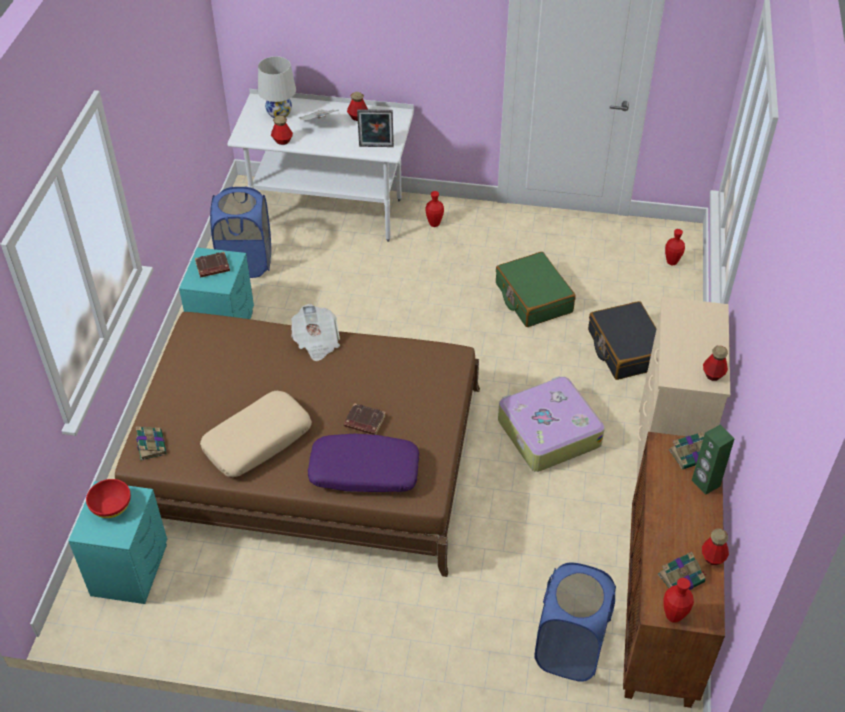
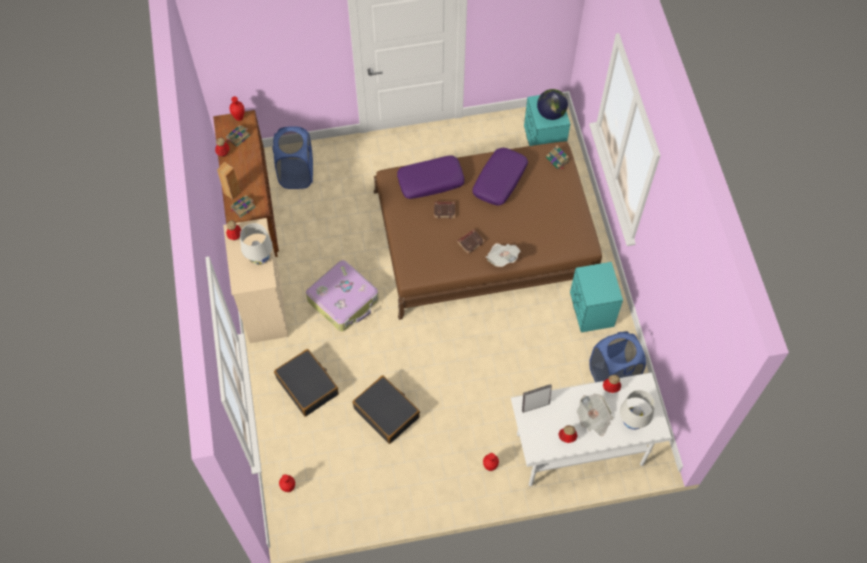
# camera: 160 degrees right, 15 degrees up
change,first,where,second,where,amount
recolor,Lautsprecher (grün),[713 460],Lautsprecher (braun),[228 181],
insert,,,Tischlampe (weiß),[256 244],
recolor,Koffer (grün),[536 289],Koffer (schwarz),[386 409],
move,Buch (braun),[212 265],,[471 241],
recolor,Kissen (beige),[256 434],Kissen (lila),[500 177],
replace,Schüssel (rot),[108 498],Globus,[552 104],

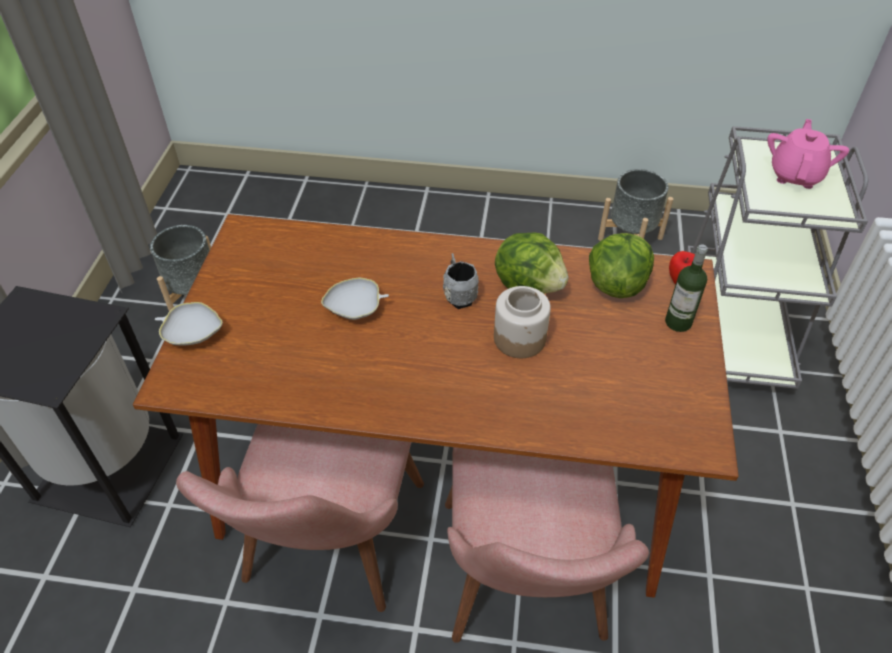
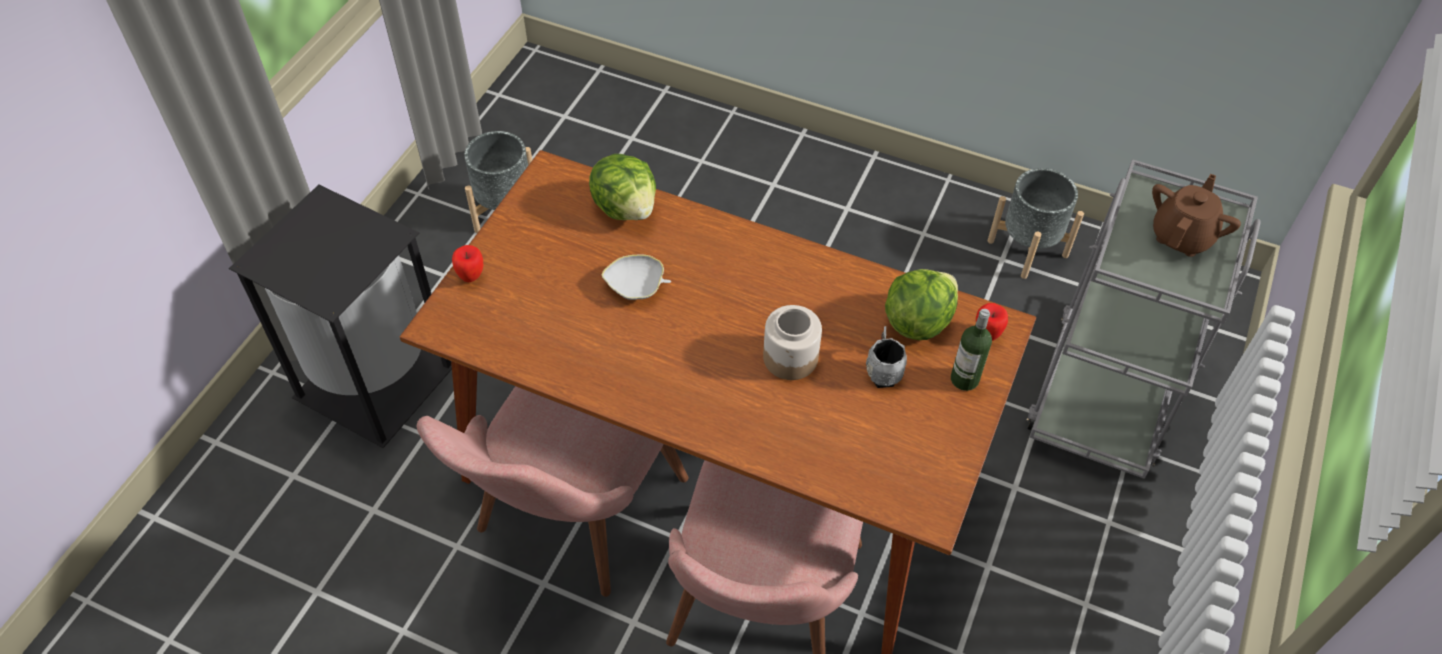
# camera: 15 degrees right, 5 degrees up
change,first,where,second,where,amount
replace,Schüssel (weiß),[189 324],Apfel,[467 263],
move,Salatkopf,[532 263],,[622 187],
move,Henkelbecher (grau),[461 281],,[886 357],
recolor,Teekanne (rosa),[808 154],Teekanne (braun),[1196 215],

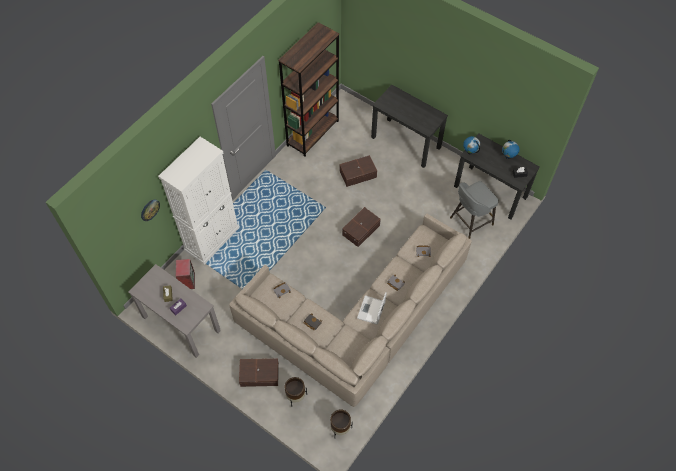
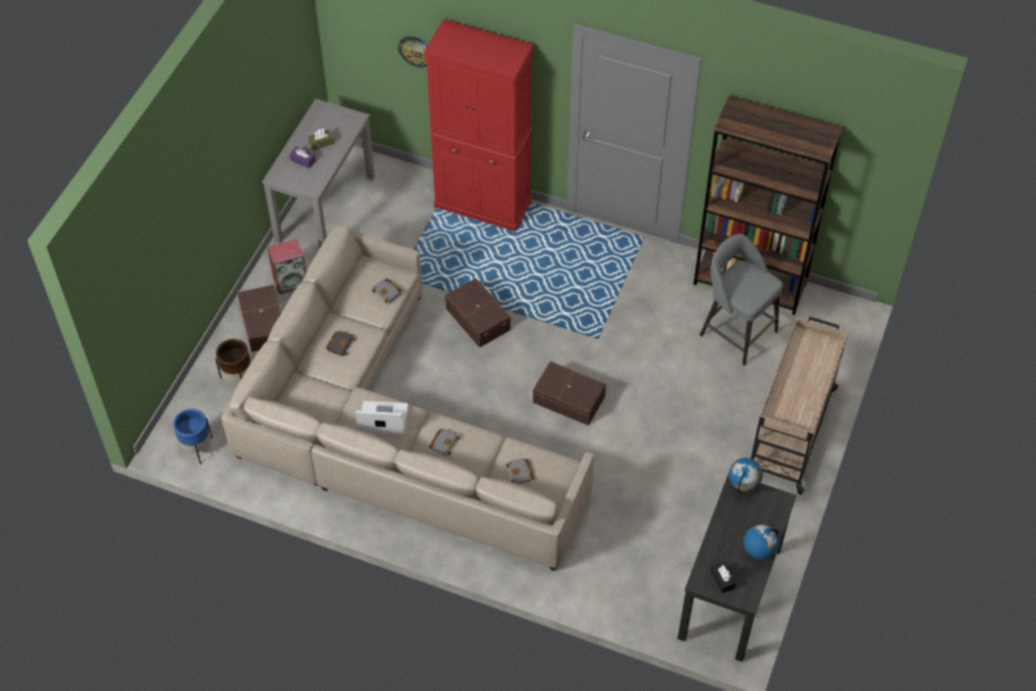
# camera: 75 degrees right, 5 degrees down
change,first,where,second,where,amount
recolor,Pflanzkübel (braun),[341 423],Pflanzkübel (blau),[192 436],
move,Lautsprecher,[185 274],,[287 267],
recolor,Schrank (weiß),[198 201],Schrank (rot),[479 125],
move,Aufbewahrungsbox (braun),[358 171],,[477 313],
move,Hocker (grau),[474 210],,[741 299],
replace,Schreibtisch (schwarz),[409 126],Rollwagen (beige),[799 406],

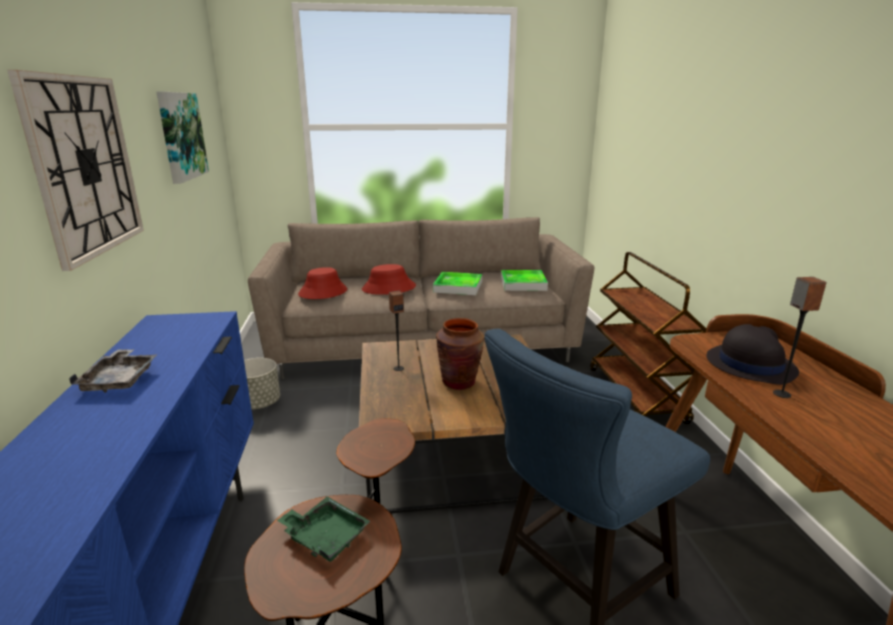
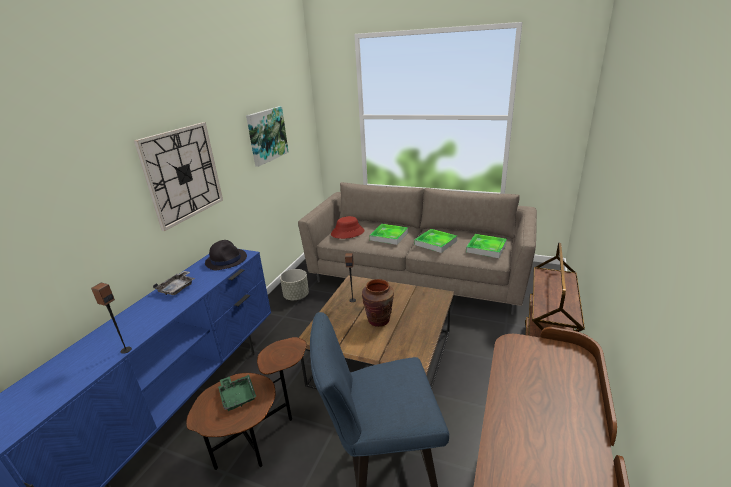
# camera: 30 degrees right, 5 degrees up
change,first,where,second,where,amount
move,Lautsprecher,[800 337],,[111 318],
move,Hut (schwarz),[752 354],,[226 255],
replace,Hut (rot),[389 279],Tablett,[389 234],

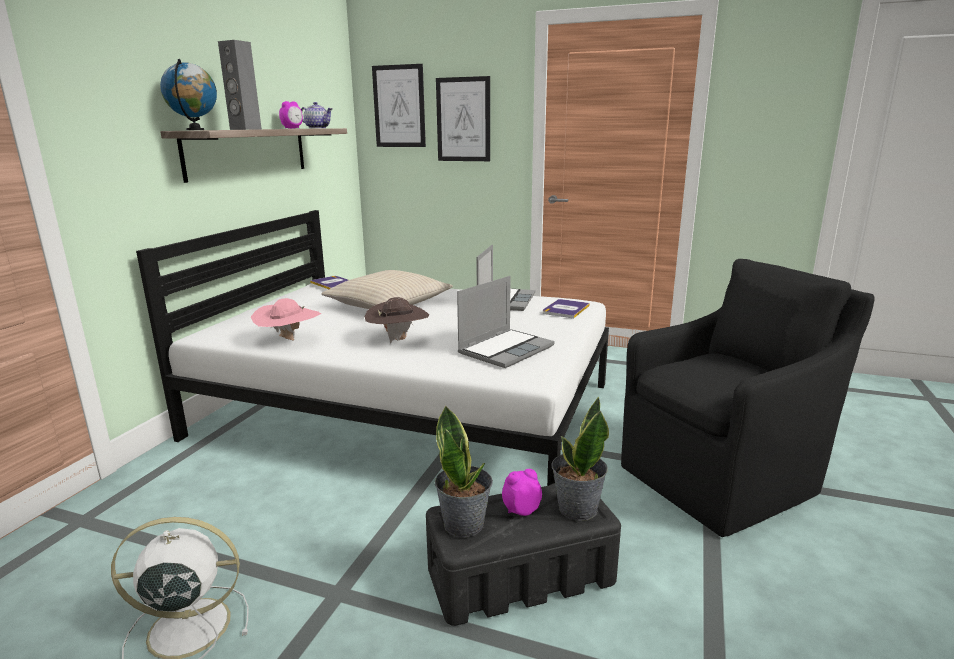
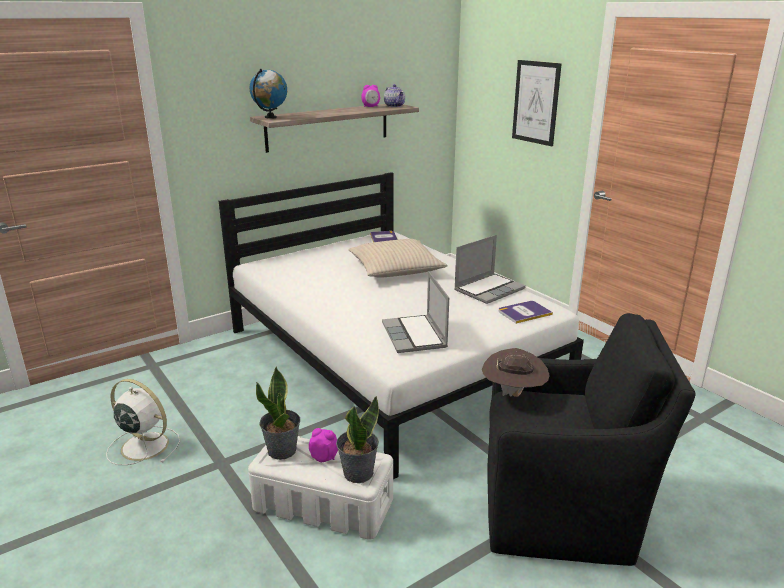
# camera: 35 degrees right, 5 degrees up
change,first,where,second,where,amount
recolor,Aufbewahrungsbox (schwarz),[523 554],Aufbewahrungsbox (weiß),[320 488],
rotate,Laptop,[506 322],,[415 312],90 degrees clockwise
move,Hut (braun),[397 320],,[516 372],
delete,Lautsprecher (grau),[240 85],,,
delete,Hut (rosa),[286 319],,,
delete,Bild,[399 105],,,

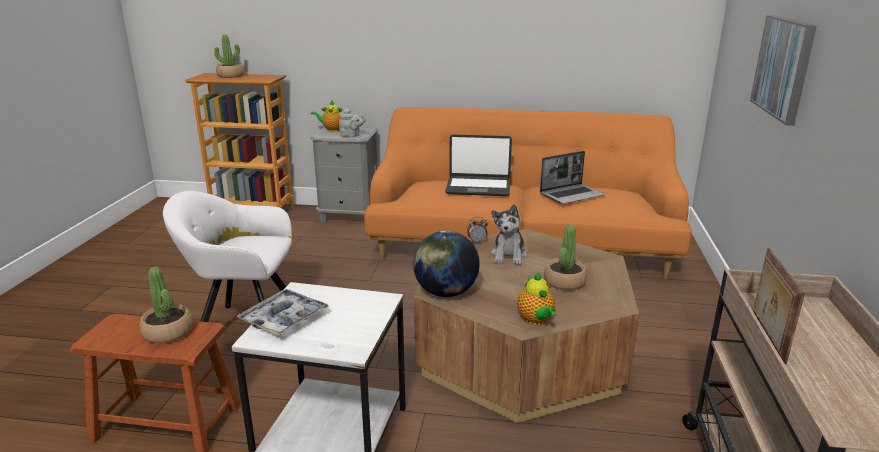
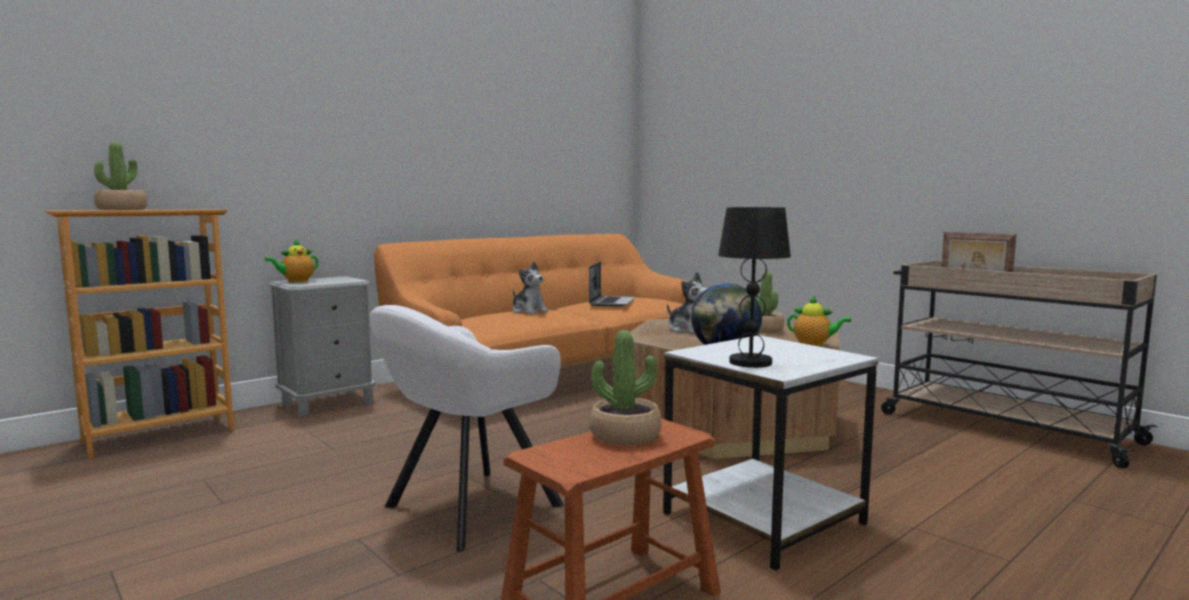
# camera: 50 degrees left, 15 degrees down
change,first,where,second,where,amount
replace,Laptop,[478 165],Plüschtier,[531 288],
replace,Tablett,[283 312],Tischlampe (schwarz),[754 287],
delete,Teekanne (grau),[352 123],,,
delete,Wecker,[477 230],,,
delete,Bild,[783 70],,,

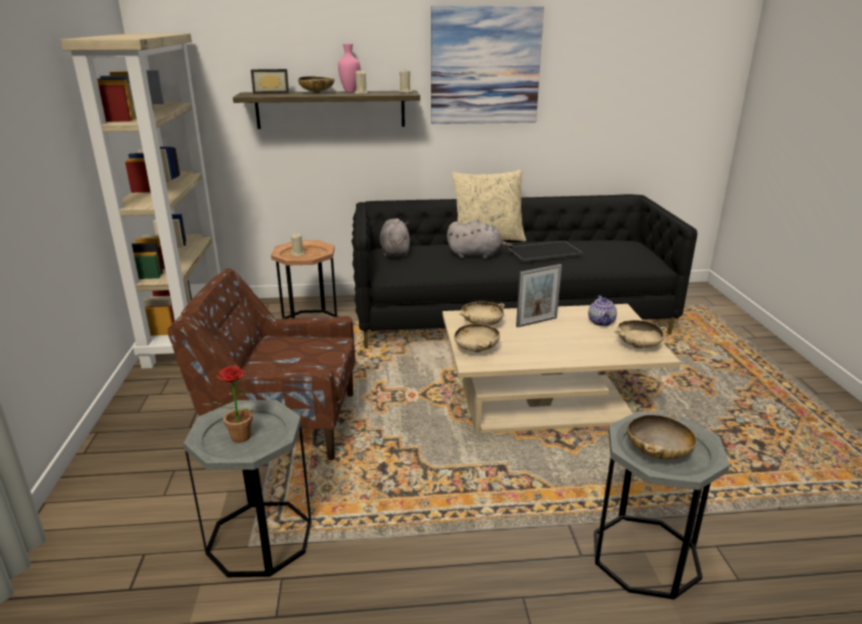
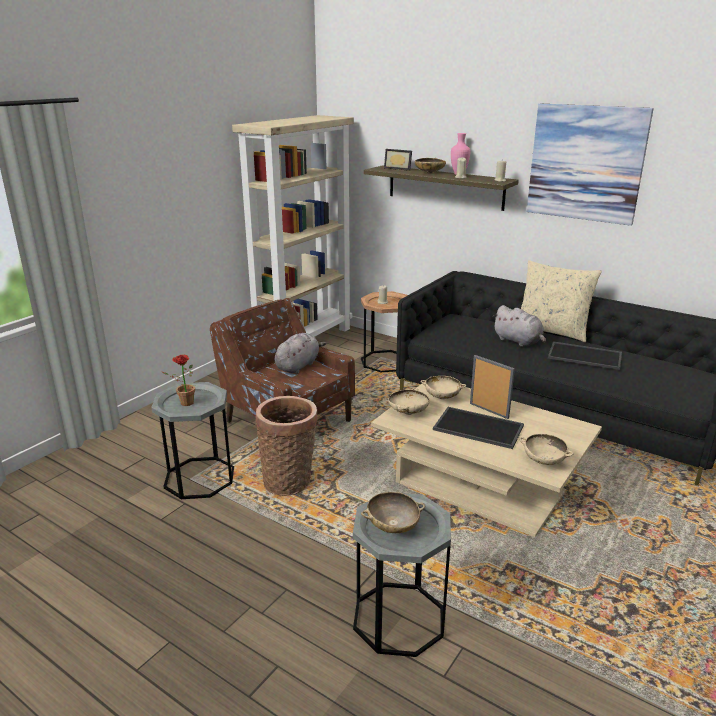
# camera: 40 degrees right, 0 degrees up
change,first,where,second,where,amount
insert,,,Korb,[286 446],
move,Plüschtier (grau),[395 237],,[301 353],
insert,,,Tablett,[478 428],
rotate,Bilderrahmen,[539 296],,[492 387],150 degrees counterclockwise
delete,Teekanne,[602 310],,,

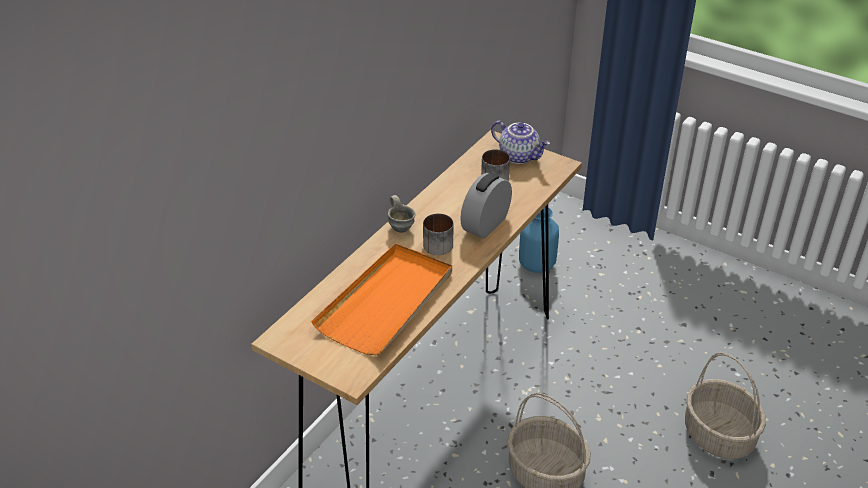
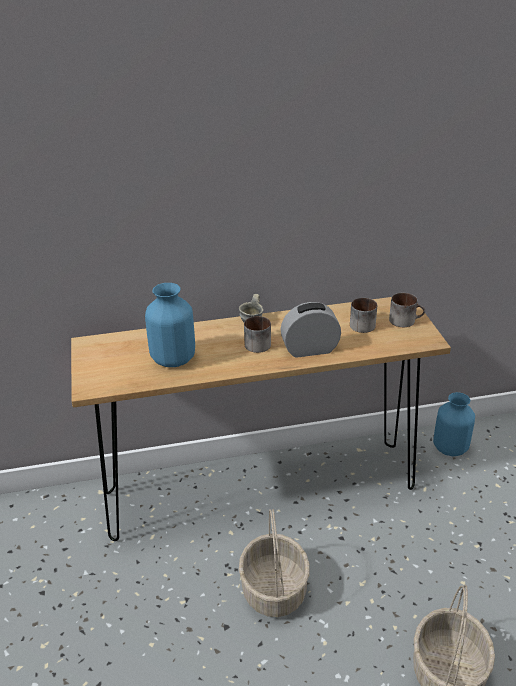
# camera: 45 degrees right, 5 degrees down
change,first,where,second,where,amount
replace,Tablett (orange),[381 299],Vase (blau),[170 325],
replace,Teekanne,[520 142],Henkelbecher,[407 310],

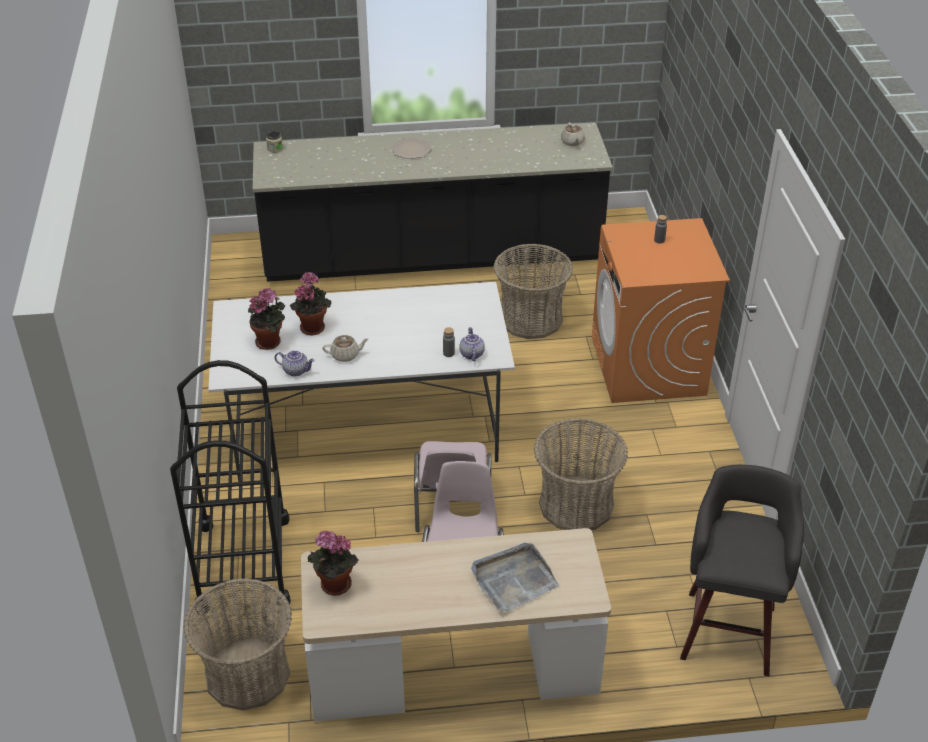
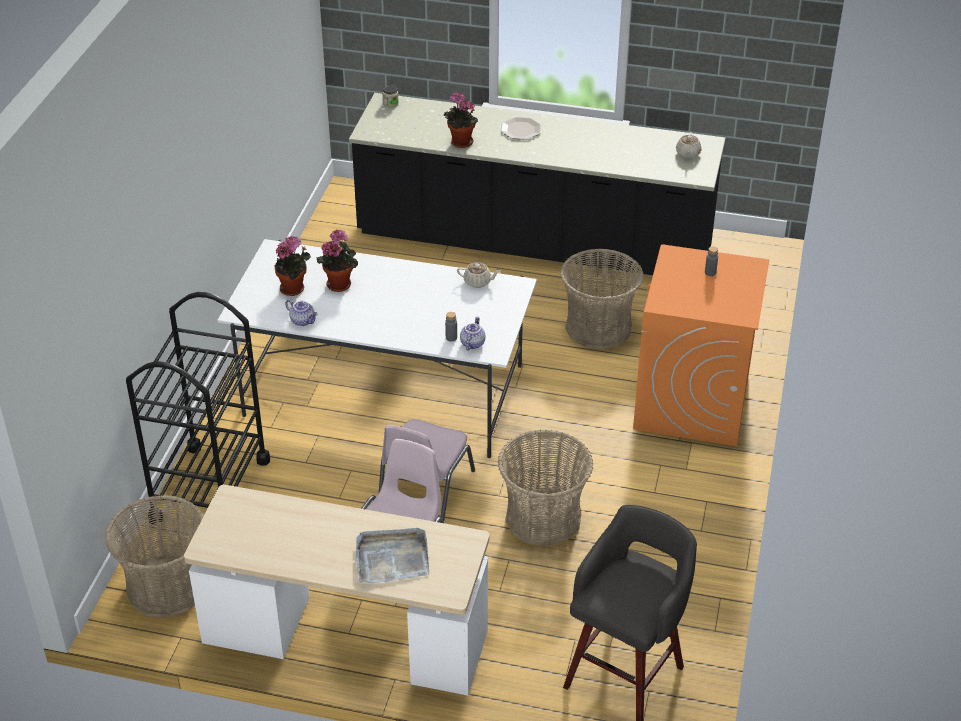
# camera: 20 degrees right, 0 degrees up
change,first,where,second,where,amount
move,Topfpflanze,[333 563],,[461 120],
move,Teekanne (beige),[345 348],,[479 275],

